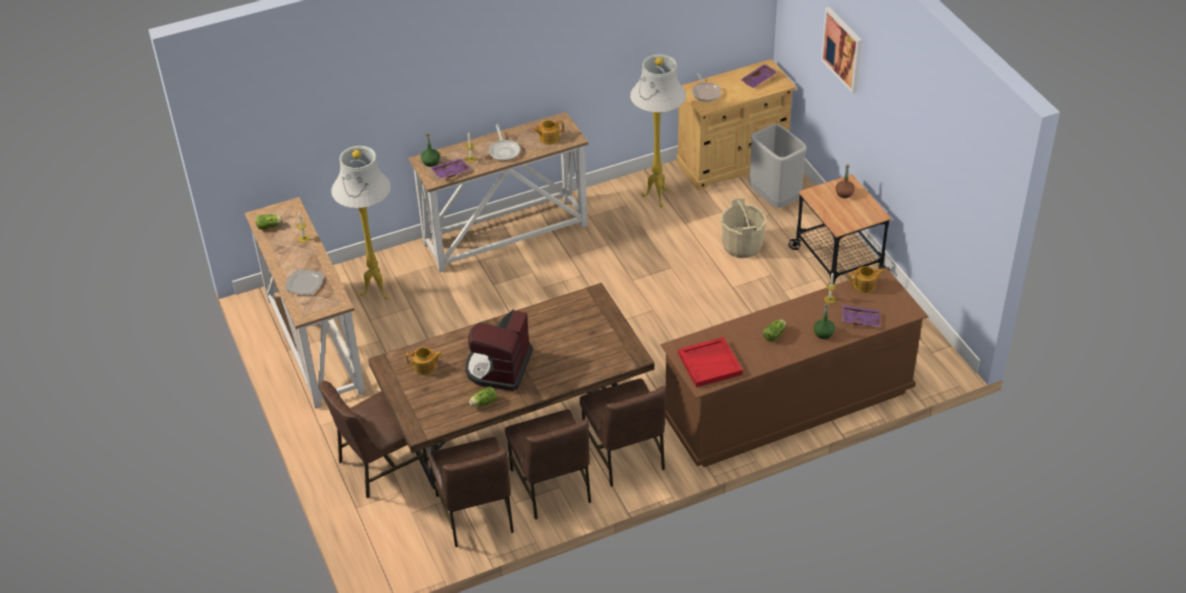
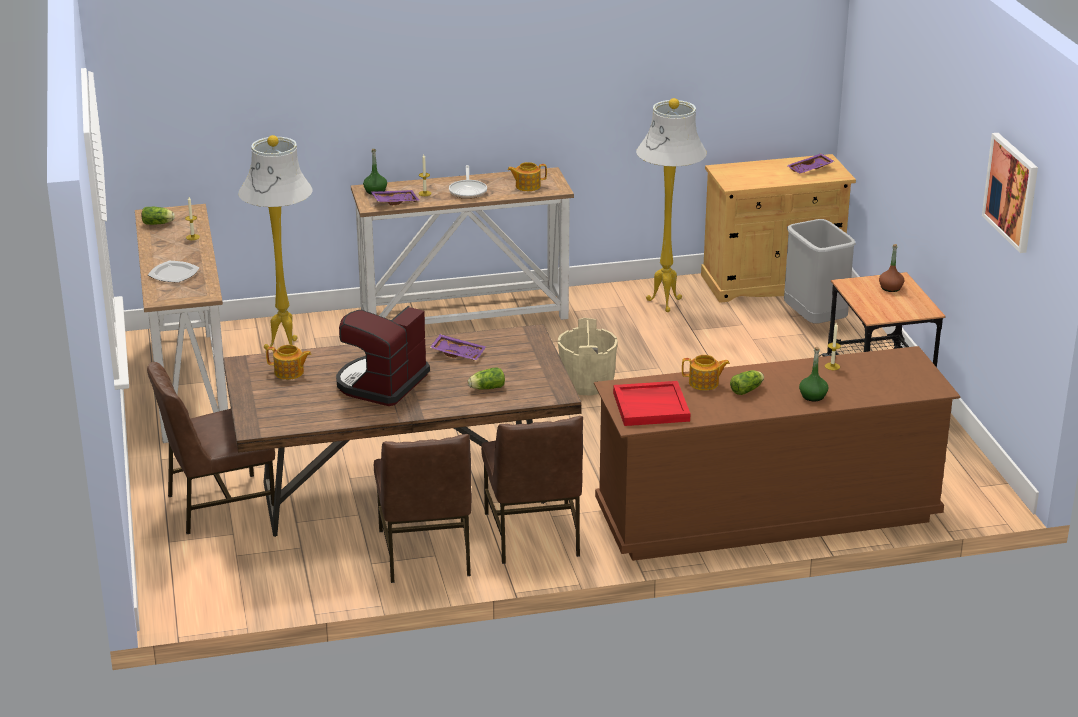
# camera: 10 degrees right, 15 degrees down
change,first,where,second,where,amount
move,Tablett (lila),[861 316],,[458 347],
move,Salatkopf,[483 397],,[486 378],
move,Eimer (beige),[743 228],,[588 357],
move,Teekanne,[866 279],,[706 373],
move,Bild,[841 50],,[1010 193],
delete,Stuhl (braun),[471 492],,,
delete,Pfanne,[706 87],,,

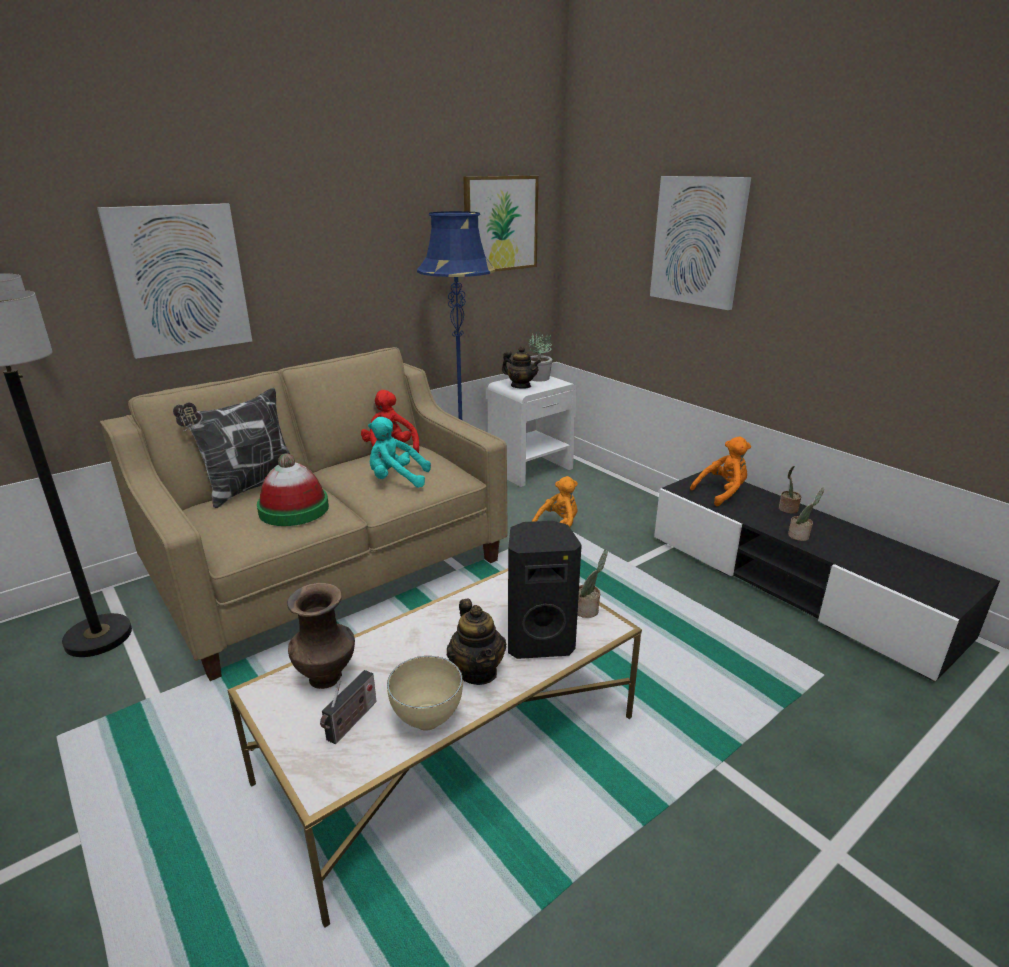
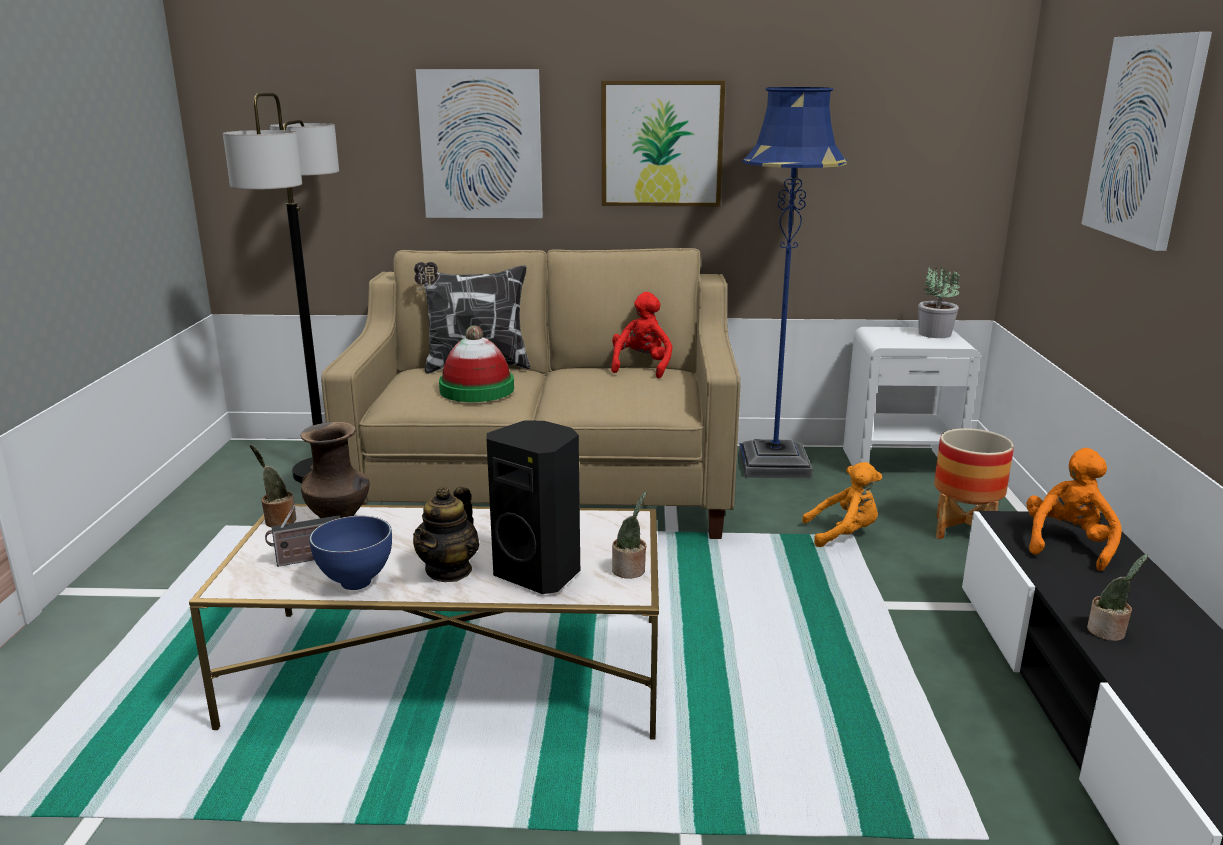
# camera: 40 degrees right, 5 degrees down
change,first,where,second,where,amount
move,Topfpflanze,[790 490],,[273 486],
recolor,Schüssel (beige),[425 693],Schüssel (blau),[350 553],
move,Bild,[501 224],,[663 143],
insert,,,Pflanzkübel,[974 483],
rotate,Plüschtier (orange),[720 471],,[1074 509],75 degrees counterclockwise
delete,Plüschtier (türkis),[399 452],,,
delete,Teekanne,[521 367],,,

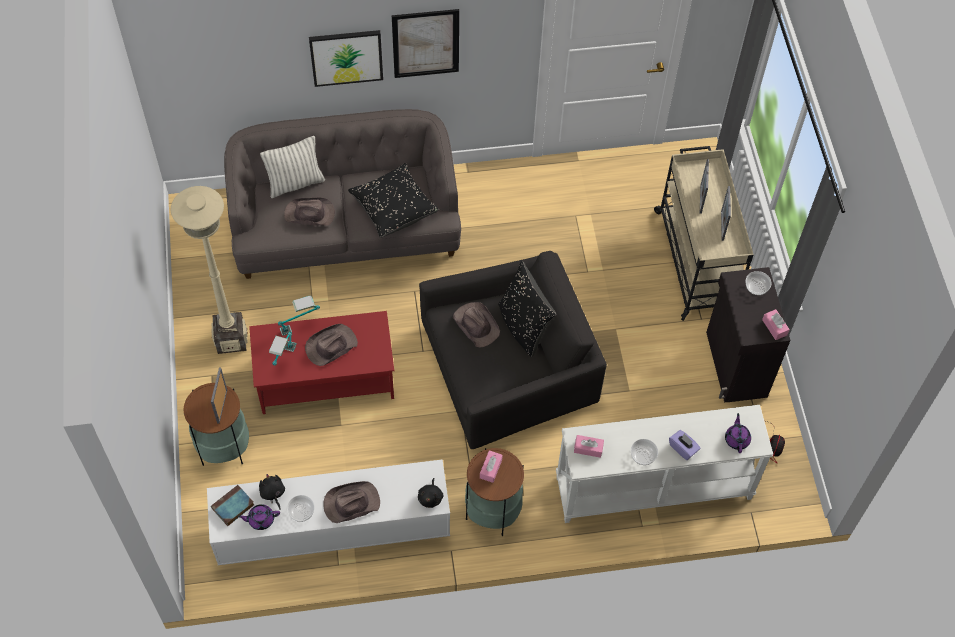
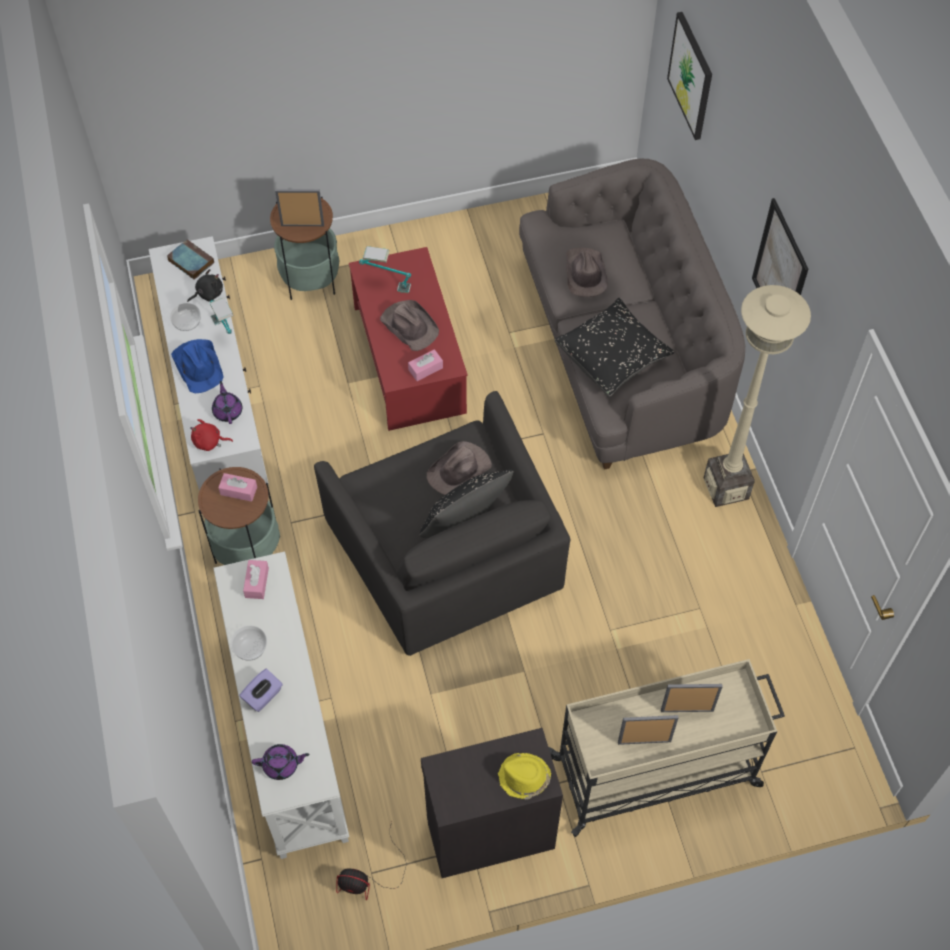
# camera: 85 degrees right, 0 degrees up
change,first,where,second,where,amount
recolor,Hut (braun),[351 502],Hut (blau),[197 366],
recolor,Plüschtier (schwarz),[430 493],Plüschtier (rot),[211 435],
move,Tischlampe,[299 315],,[221 316],
move,Teekanne (lila),[258 517],,[227 402],
move,Taschentuchbox (rosa),[776 324],,[425 365],
replace,Schüssel,[759 283],Hut (gelb),[524 776],
move,Bild,[346 58],,[689 76],
move,Stehlampe (beige),[209 270],,[757 396],
delete,Kissen,[292 167],,,

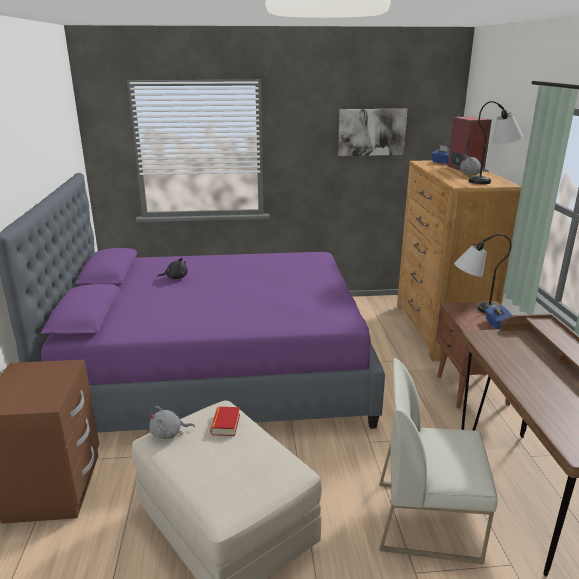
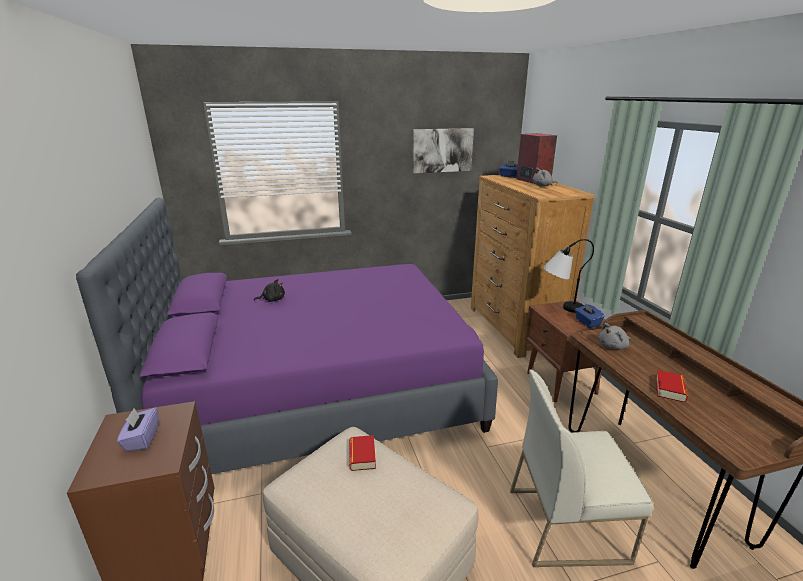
# camera: 10 degrees left, 0 degrees up
change,first,where,second,where,amount
insert,,,Taschentuchbox (lila),[138 429],
move,Plüschtier (grau),[172 422],,[614 336],
insert,,,Buch,[671 386],
delete,Tischlampe,[496 142],,,

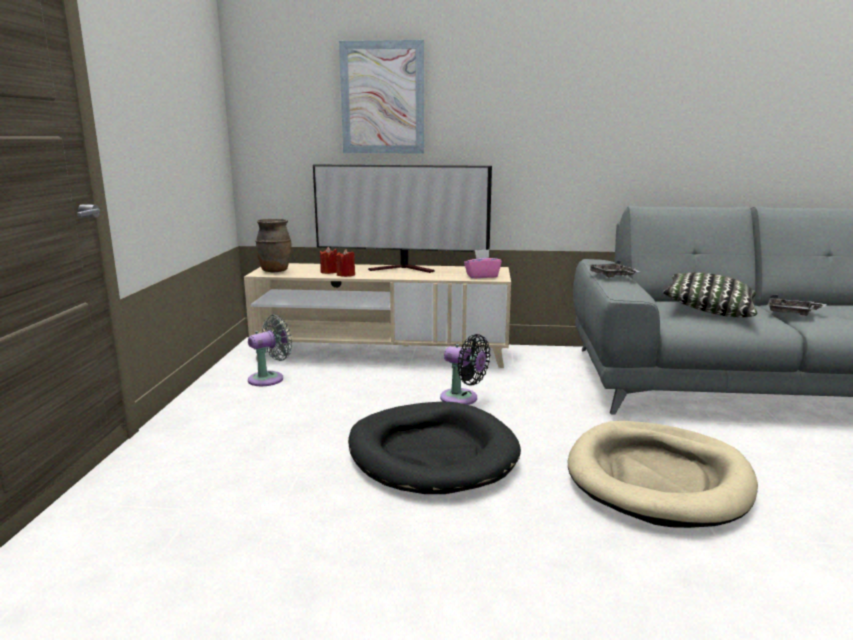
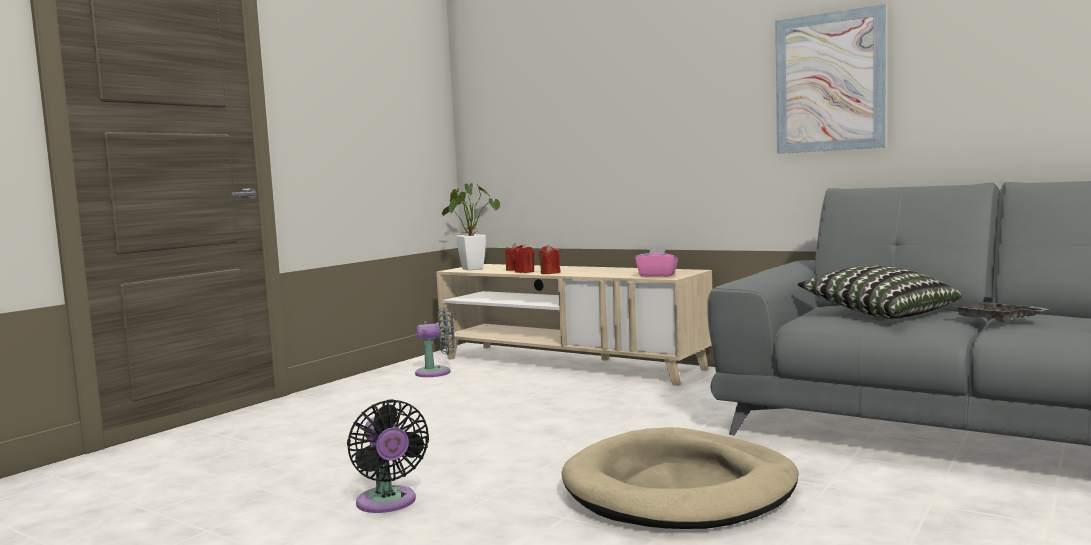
# camera: 30 degrees right, 10 degrees down
change,first,where,second,where,amount
move,Ventilator (schwarz),[465 369],,[388 456],
replace,Vase (braun),[273 246],Topfpflanze,[471 226],
insert,,,Kerze (rot),[549 259],
move,Bild,[381 96],,[830 79],
delete,Fernseher,[402 218],,,
delete,Hundebett (schwarz),[434 447],,,
delete,Tablett (grau),[615 268],,,

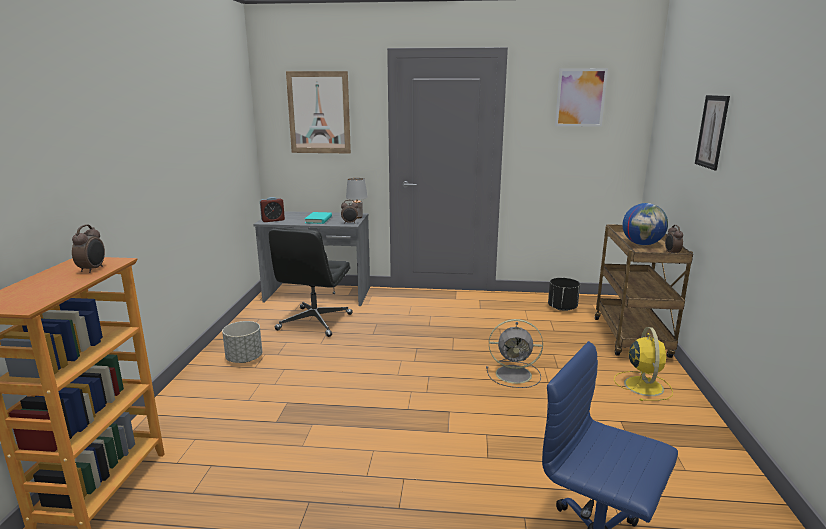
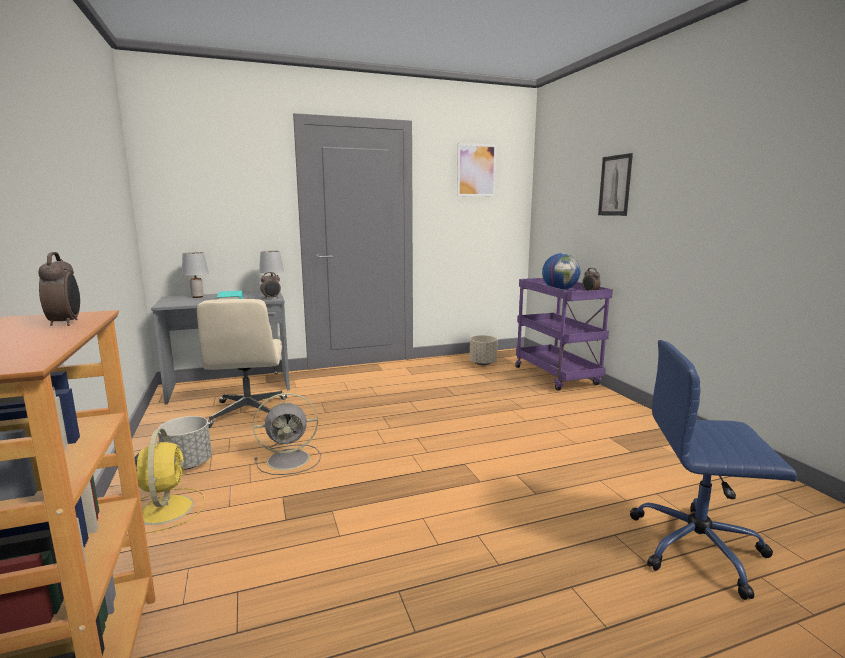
# camera: 25 degrees left, 5 degrees down
change,first,where,second,where,amount
move,Ventilator (gelb),[643 364],,[170 481],
insert,,,Tischlampe (grau),[195 275],
recolor,Bürostuhl (schwarz),[311 282],Bürostuhl (beige),[242 363],
move,Ventilator (grau),[514 353],,[287 434],
recolor,Pflanzkübel (schwarz),[564 294],Pflanzkübel (beige),[484 350],
recolor,Rollwagen (braun),[644 291],Rollwagen (lila),[564 334],
delete,Wecker,[272 209],,,
delete,Bild,[318 112],,,

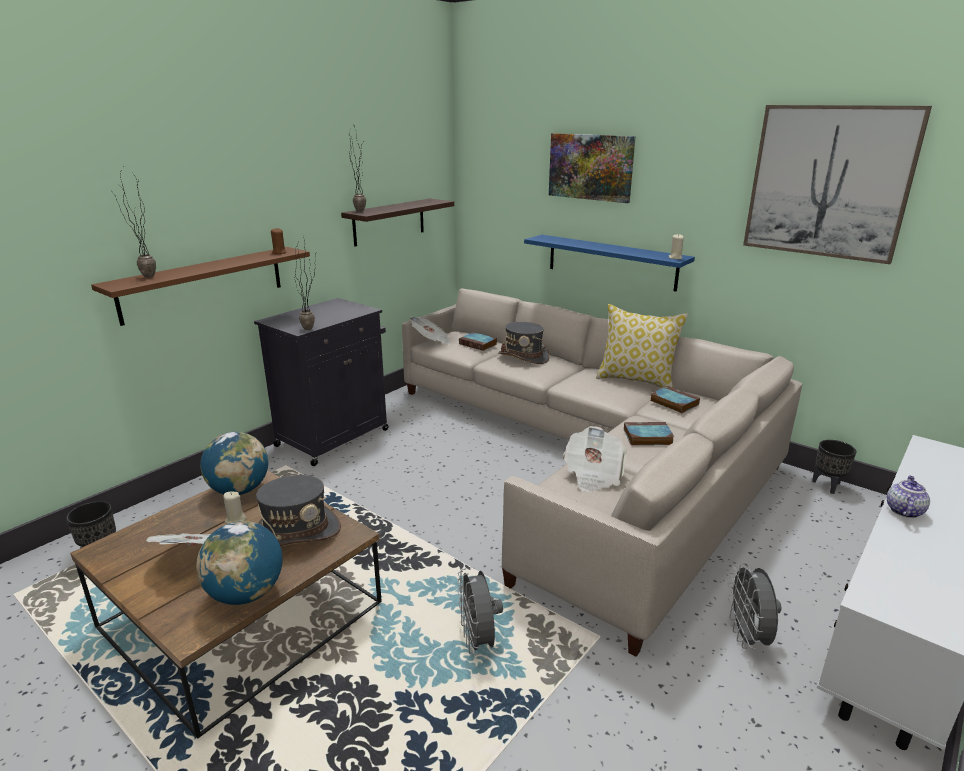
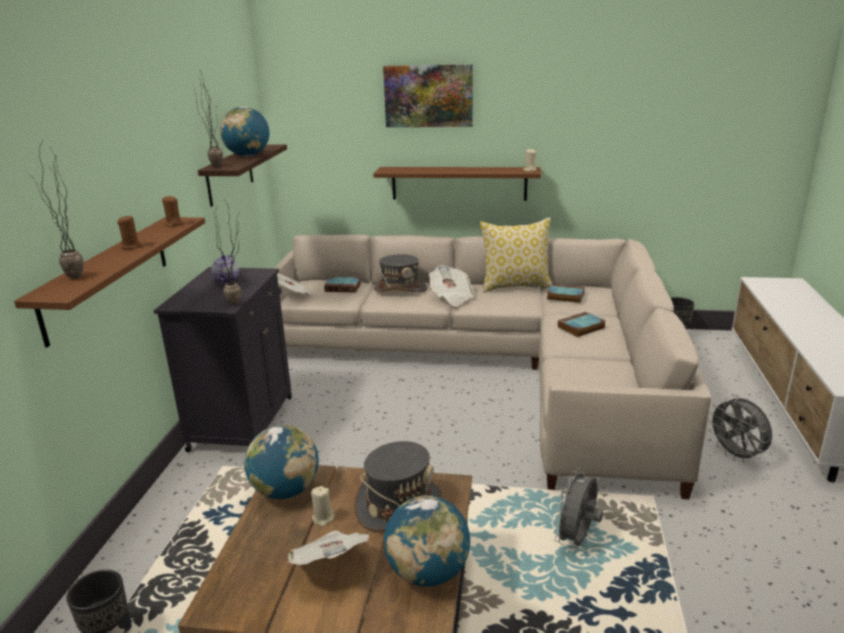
# camera: 30 degrees left, 0 degrees up
change,first,where,second,where,amount
insert,,,Kerze (braun),[129 232],
move,Teekanne,[908 496],,[225 269],
insert,,,Globus,[245 131],
recolor,Wandregal (blau),[609 263],Wandregal (braun),[457 184],
move,Zeitung,[595 459],,[451 285],
rotate,Ventilator (grau),[480 611],,[578 507],75 degrees clockwise
delete,Bild,[837 184],,,

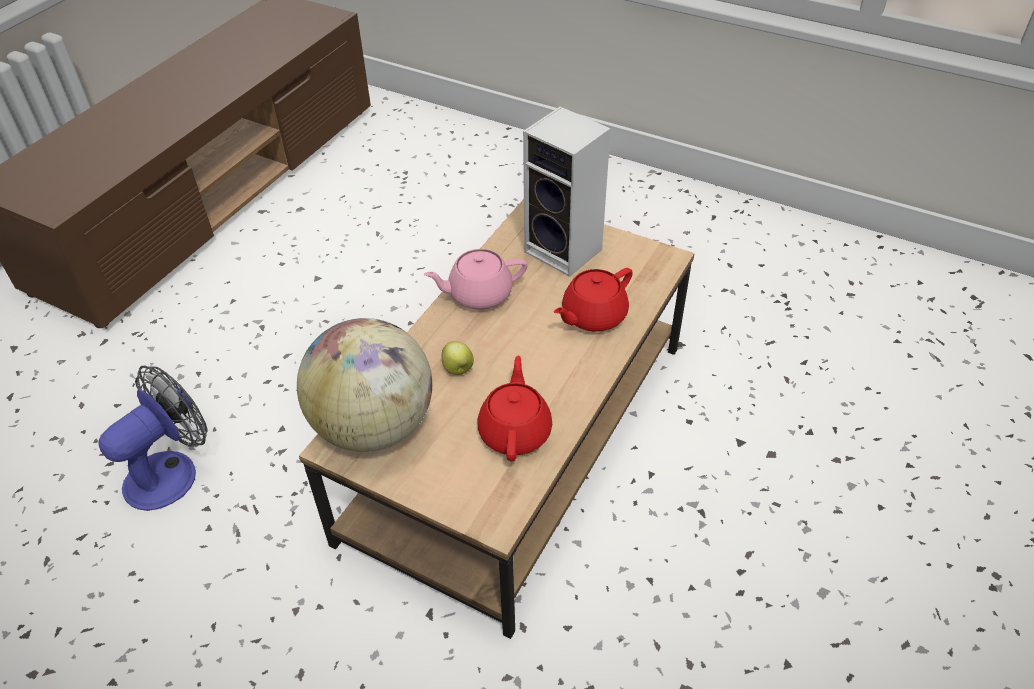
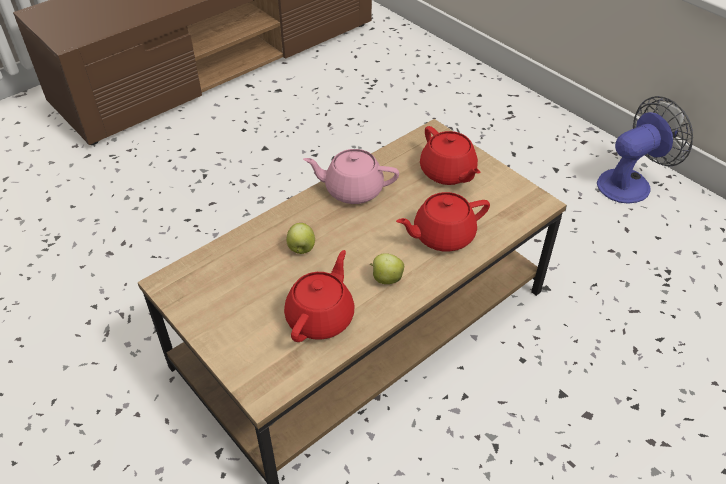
# camera: 20 degrees right, 0 degrees up
change,first,where,second,where,amount
insert,,,Apfel,[387 268],
replace,Lautsprecher,[567 191],Teekanne (rot),[450 155],
move,Ventilator,[153 438],,[645 150],
delete,Globus,[364 385],,,

